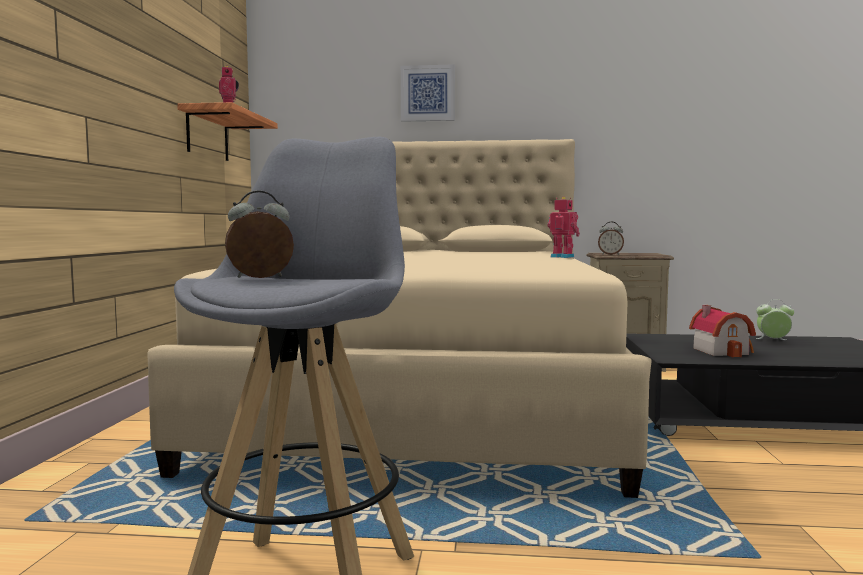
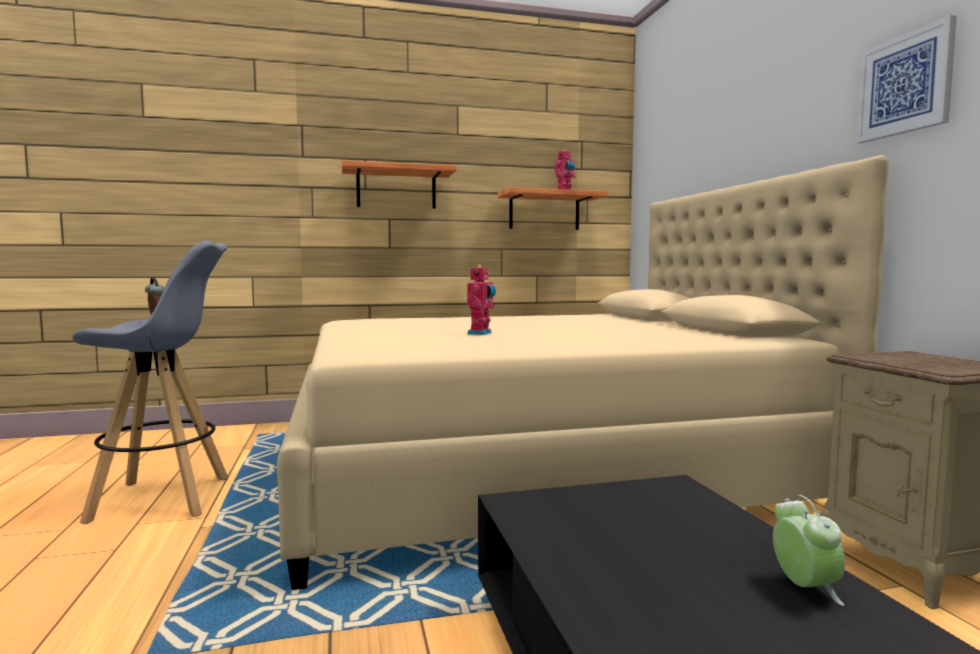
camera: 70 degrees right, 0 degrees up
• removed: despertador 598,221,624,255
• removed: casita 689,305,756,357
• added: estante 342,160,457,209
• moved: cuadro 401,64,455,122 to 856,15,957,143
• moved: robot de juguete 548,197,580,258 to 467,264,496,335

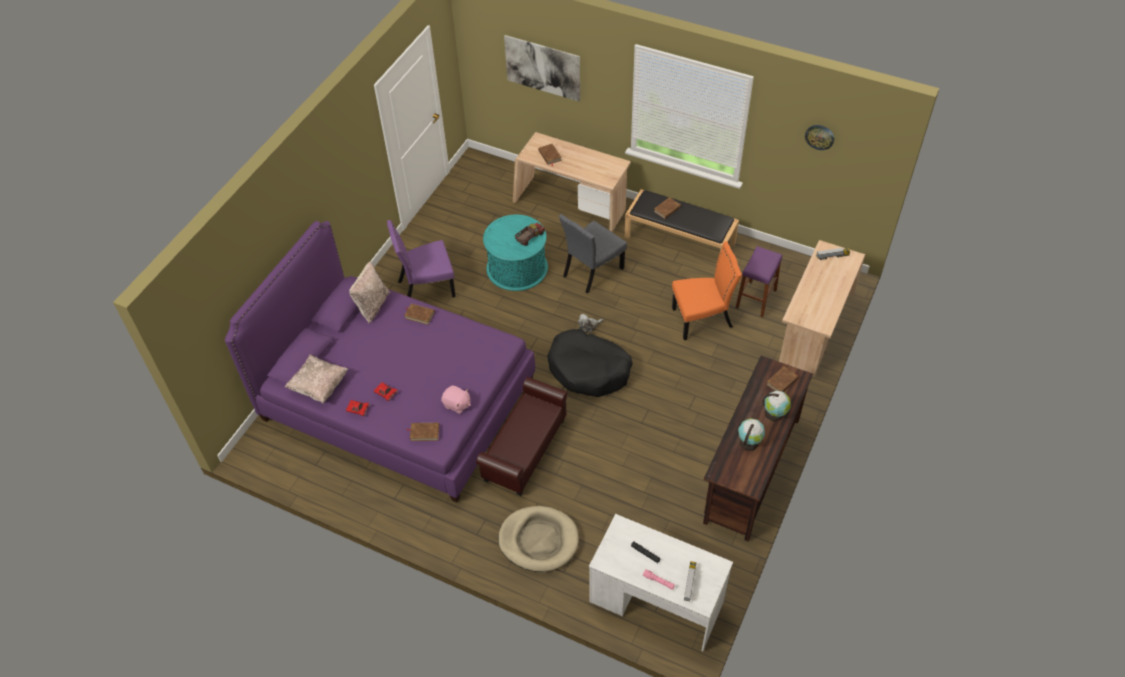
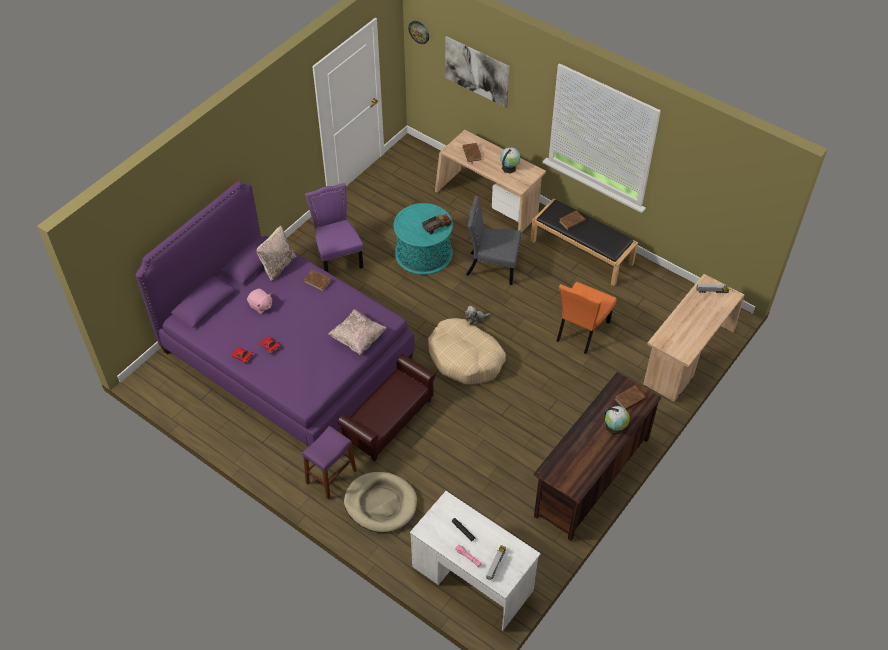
camera: 10 degrees right, 0 degrees up
• removed: libro (marrón) 407,423,439,441
• moved: cojín (beis) 285,354,348,404 to 328,309,387,355
• moved: peluche (rosa) 441,386,471,414 to 247,288,272,314
• moved: taburete (morado) 736,246,782,317 to 302,426,357,500
• moved: globo terráqueo 738,418,765,451 to 500,147,521,174
• moved: reloj de pared 805,125,834,150 to 408,21,429,44
• recoloured: cama para perro (negro) 547,329,633,397 to cama para perro (beis) 428,318,506,385
• turned: silla (morado) 387,220,456,297 = 305,183,364,273 75 degrees clockwise
• turned: silla (gris) 559,214,627,293 = 466,196,521,285 45 degrees clockwise
• turned: silla (naranja) 672,241,742,340 = 557,282,617,354 120 degrees clockwise

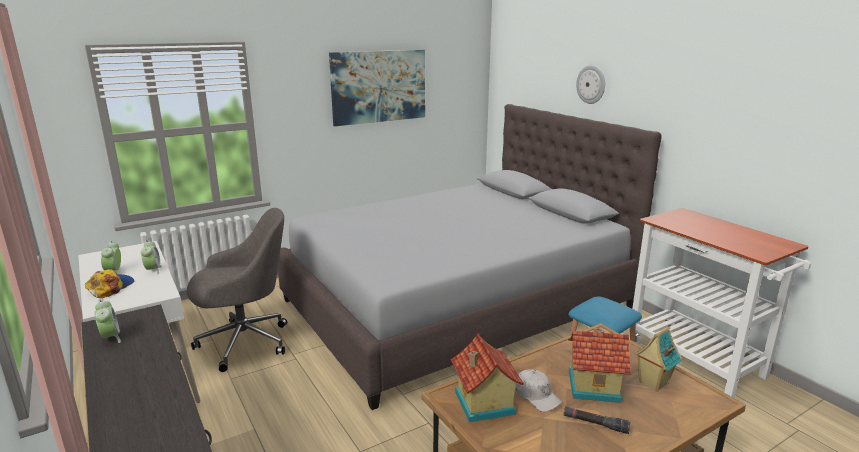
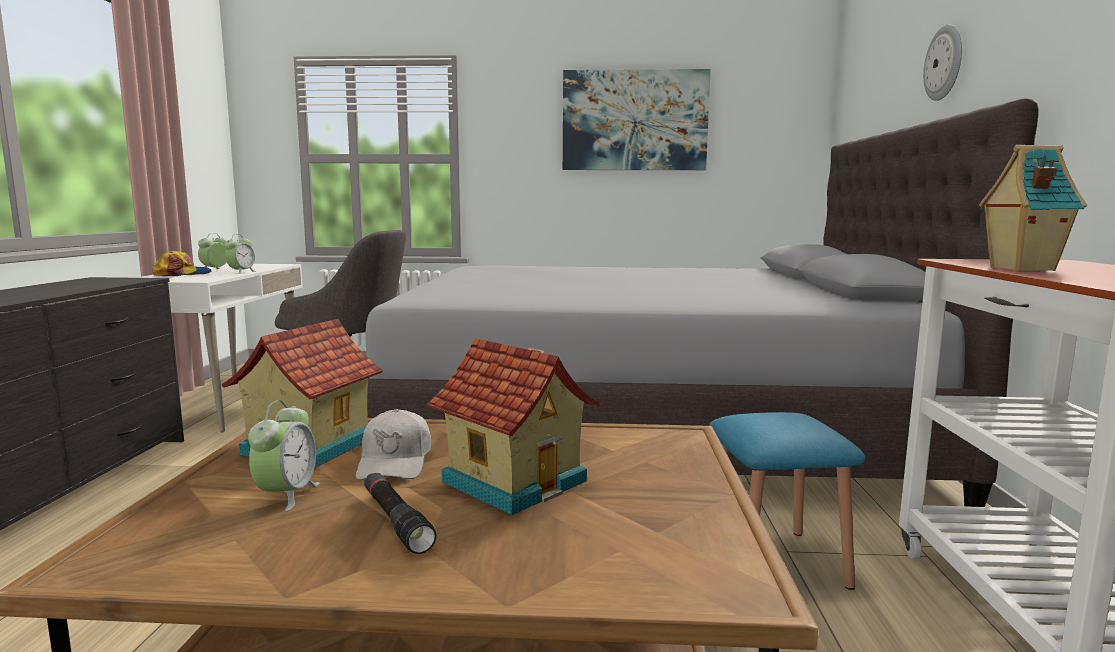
camera: 35 degrees right, 10 degrees down
• moved: despertador 94,300,121,343 to 248,400,320,511
• moved: casita 635,326,682,392 to 979,145,1087,271

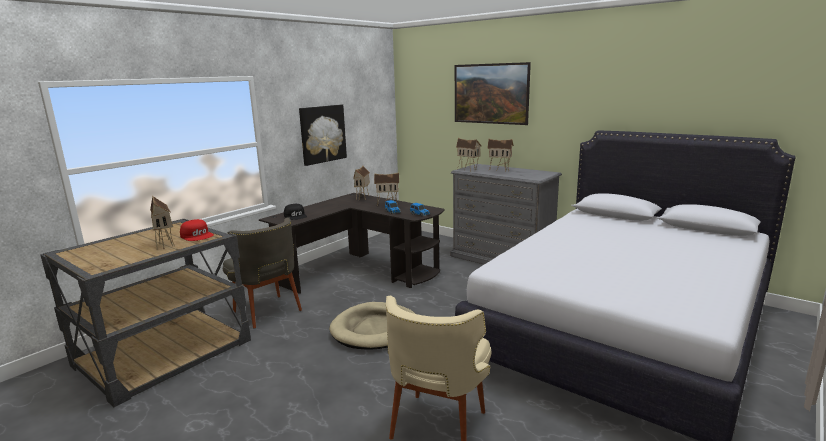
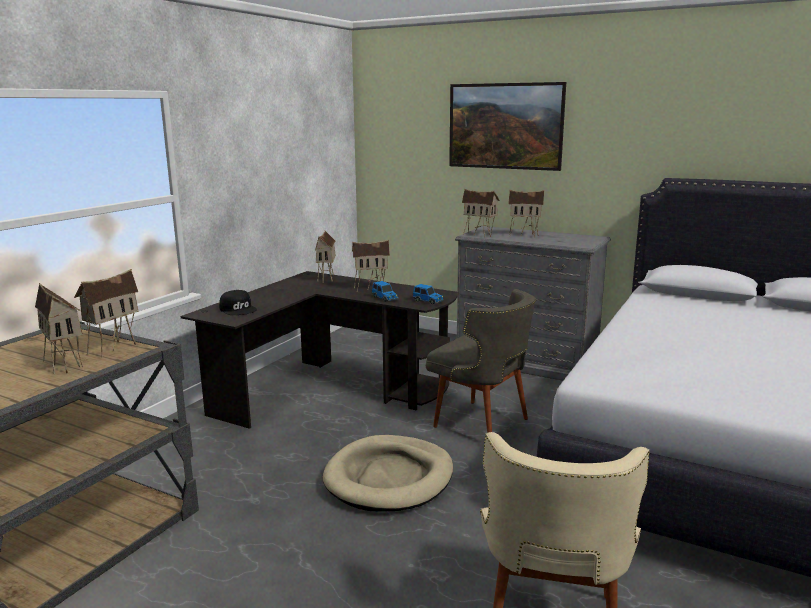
camera: 10 degrees left, 0 degrees up
• removed: cuadro 299,105,347,166
• moved: silla (gris) 223,217,302,329 to 426,289,536,433
• replaced: gorra (rojo) 180,219,214,241 to casita 74,269,139,358

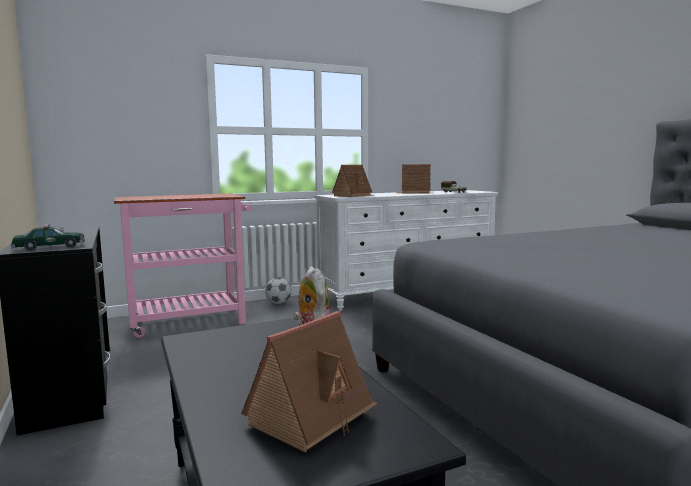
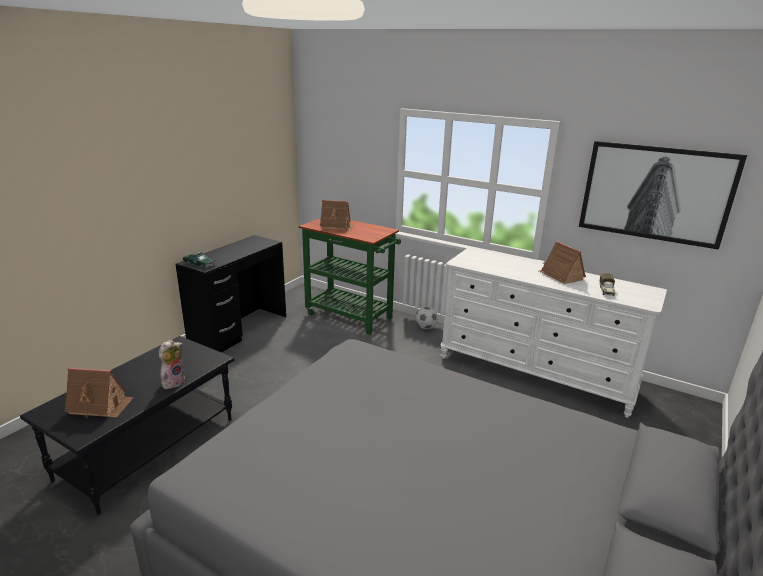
camera: 55 degrees right, 15 degrees up
• added: cuadro 579,141,747,250
• moved: casita 332,165,373,197 to 320,200,355,231
• recoloured: carrito (rosa) 114,194,252,338 to carrito (verde) 299,218,401,335

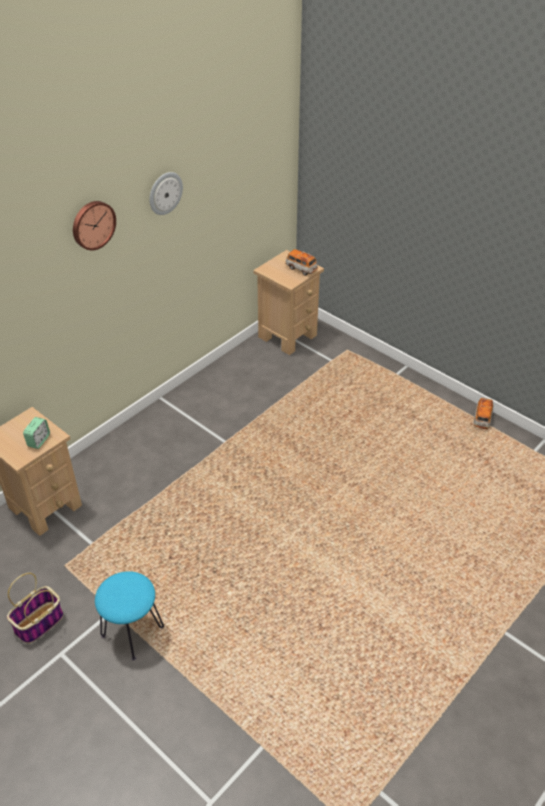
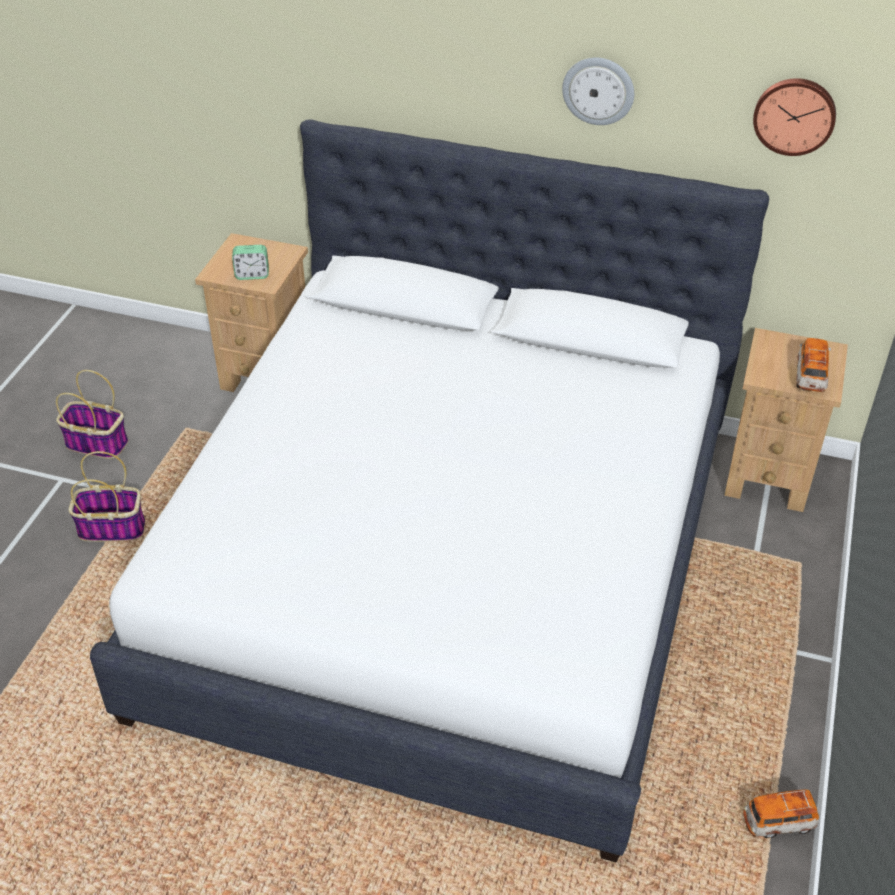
camera: 65 degrees right, 0 degrees up
• added: cama (blanco) 90,119,769,862
• moved: reloj de pared 73,201,116,250 to 753,78,836,156
• replaced: taburete (turquesa) 95,571,164,661 to cesta 68,451,145,542

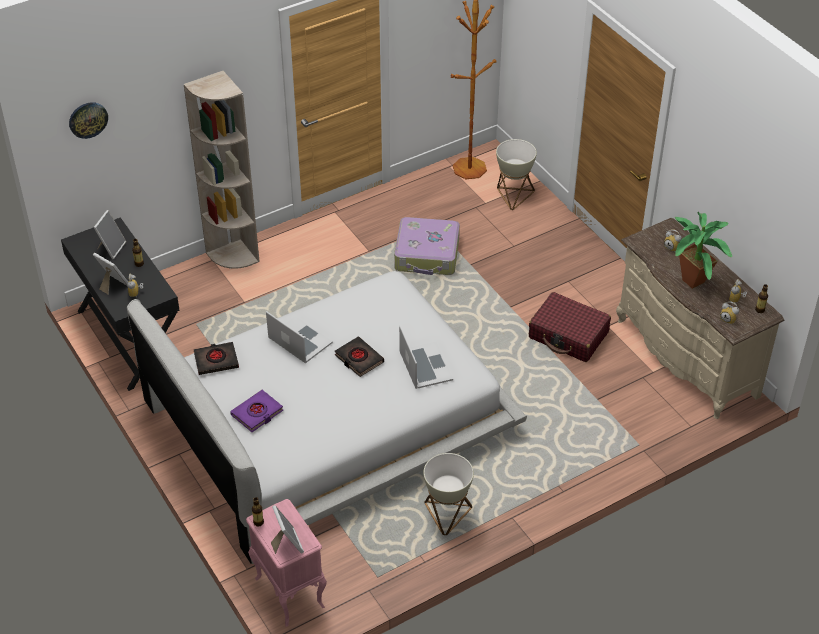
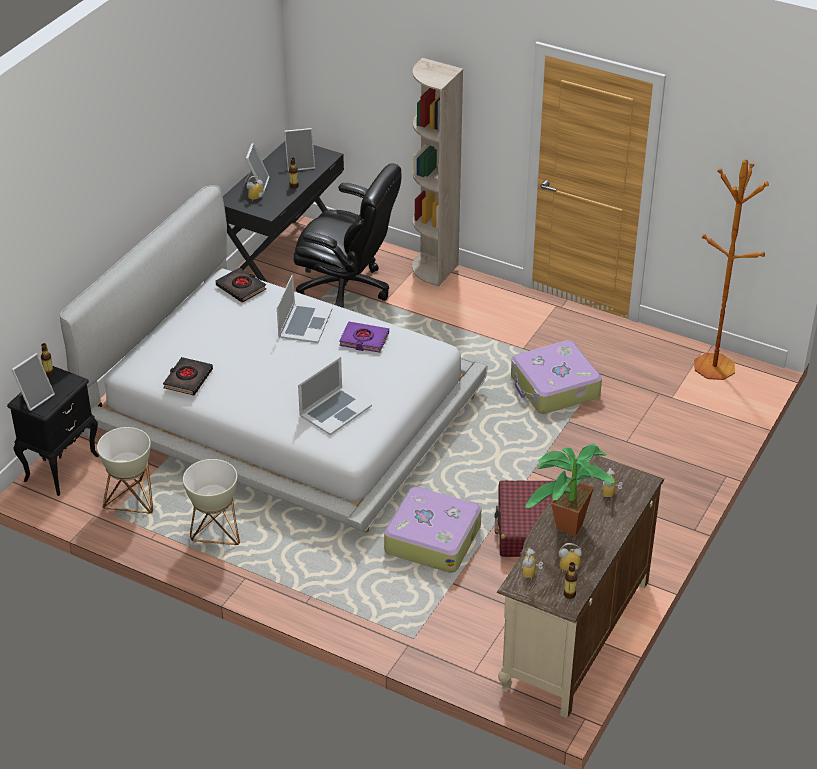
camera: 60 degrees right, 5 degrees down
• removed: reloj de pared 69,102,108,139
• added: silla de oficina (negro) 293,163,401,308
• added: maleta 384,486,481,573
• moved: libro (morado) 230,390,283,432 to 339,322,389,353
• moved: libro (negro) 335,336,384,377 to 163,357,213,395
• moved: maceta 496,139,537,210 to 97,427,153,514
• recoloured: mesita de noche (rosa) 246,499,327,627 to mesita de noche (negro) 7,366,99,496

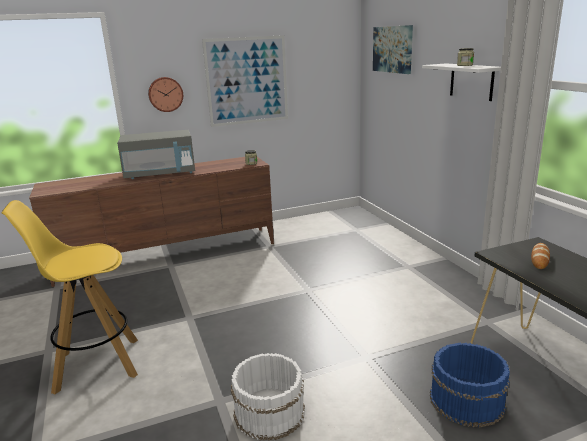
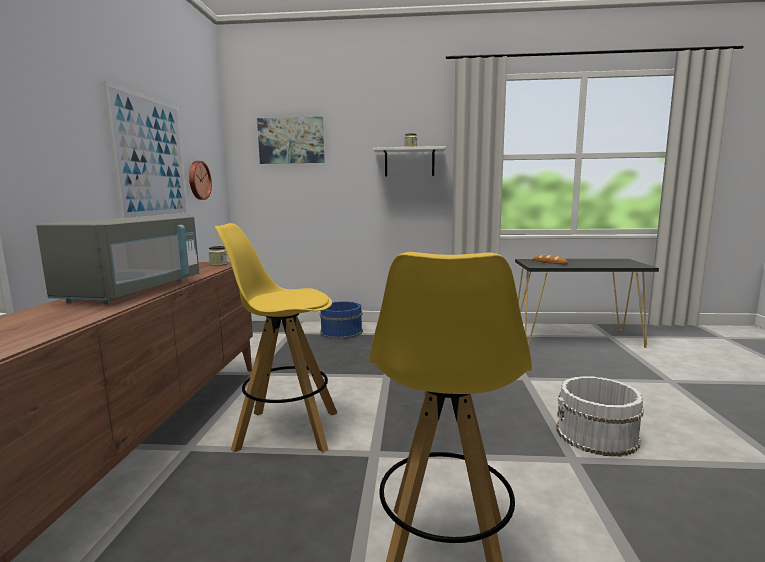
camera: 65 degrees left, 10 degrees down
• added: taburete (amarillo) 214,223,337,453
• moved: reloj de pared 148,77,183,112 to 189,161,212,200
• moved: cubo (azul) 430,343,510,428 to 320,301,363,339

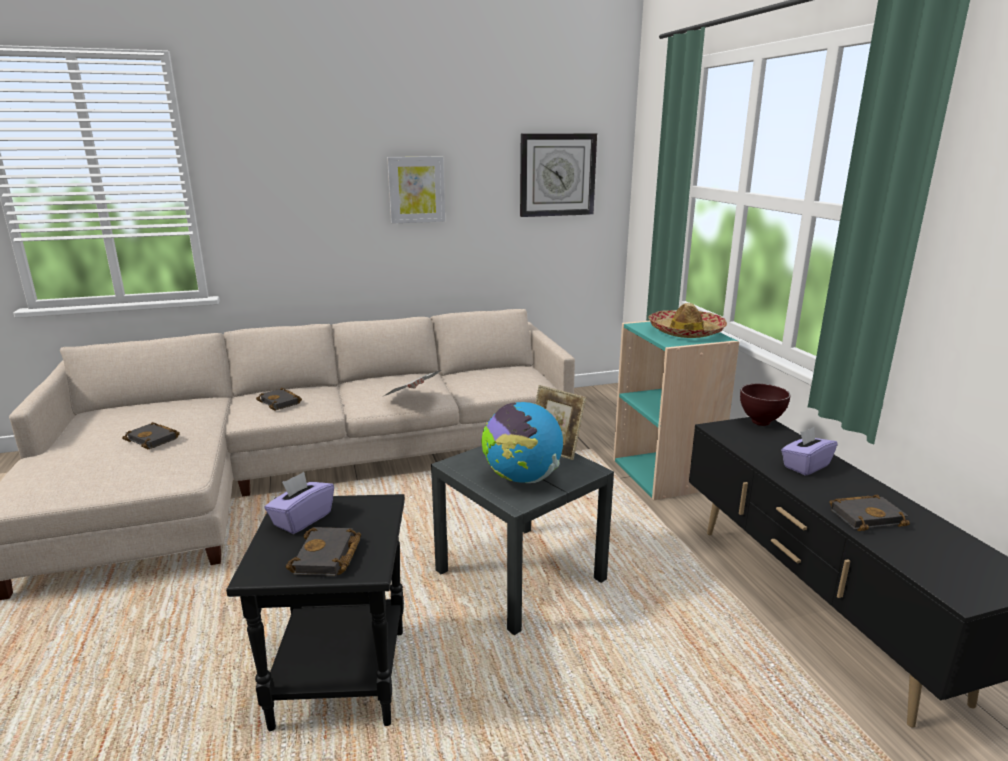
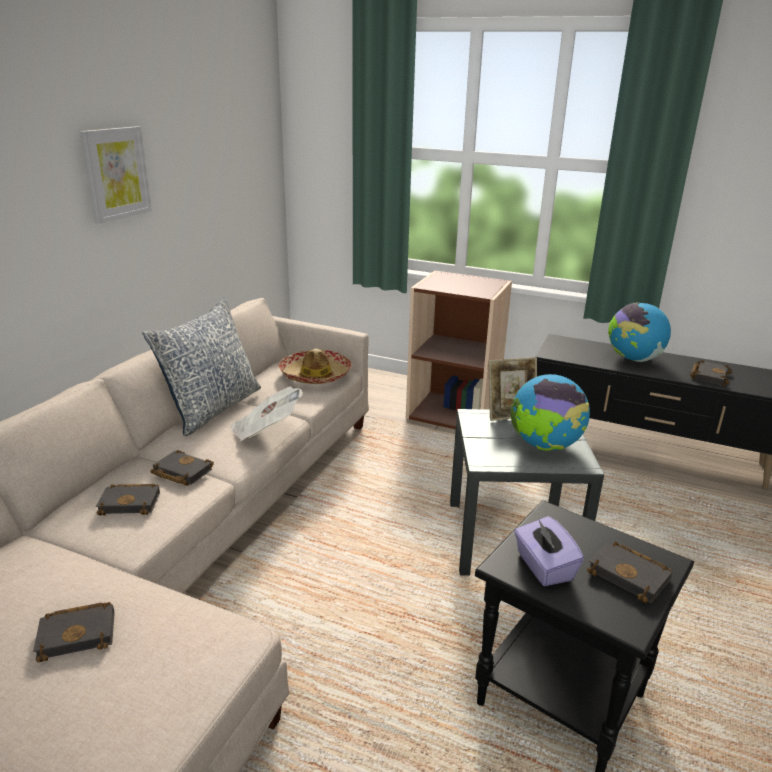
camera: 50 degrees left, 5 degrees up
• removed: reloj de pared 520,133,597,217
• removed: cuenco (marrón) 740,384,791,426
• added: cojín 142,297,261,436
• added: libro (negro) 150,450,214,486
• moved: sombrero 649,303,727,338 to 279,349,352,384
• replaced: caja de pañuelos (morado) 781,427,838,476 to globo terráqueo 608,302,671,362
• recoloured: estantería (turquesa) 613,321,739,500 to estantería (marrón) 406,271,512,429

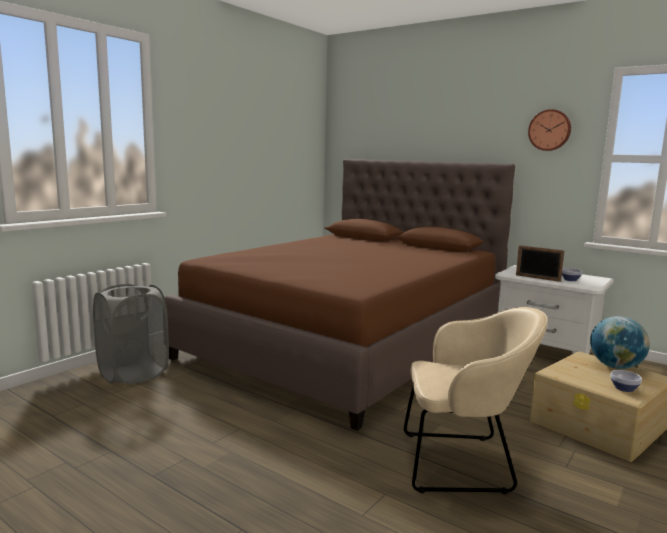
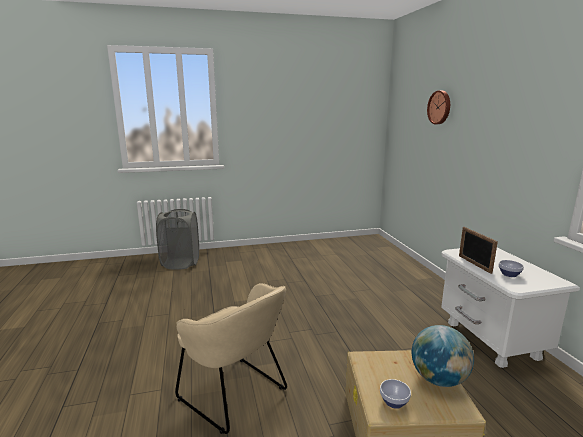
camera: 40 degrees right, 5 degrees up
• removed: cama (marrón) 164,159,515,431
• moved: reloj de pared 528,109,571,151 to 427,91,450,124

